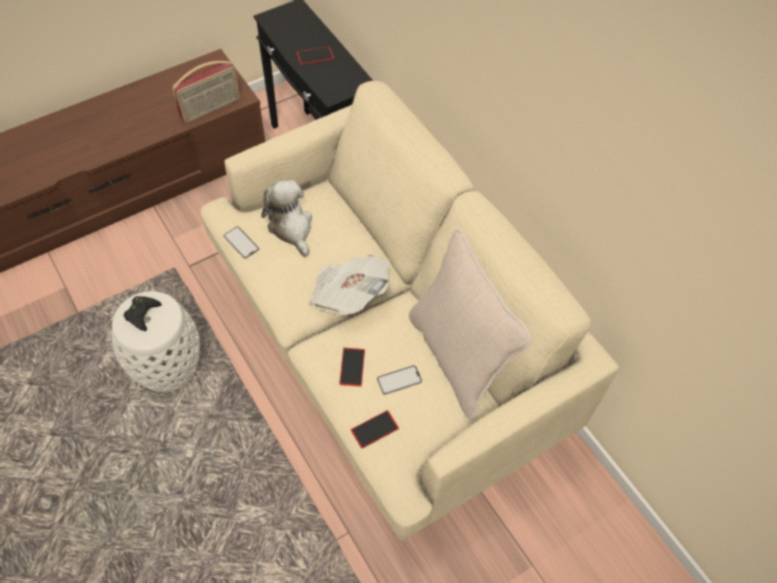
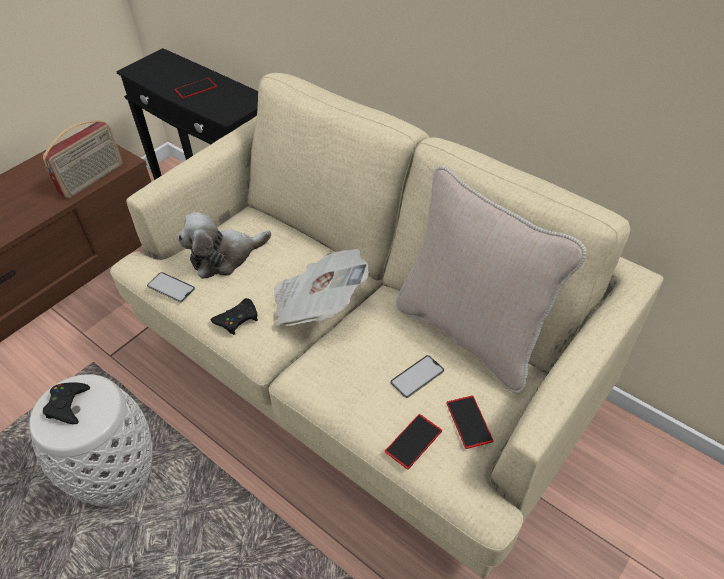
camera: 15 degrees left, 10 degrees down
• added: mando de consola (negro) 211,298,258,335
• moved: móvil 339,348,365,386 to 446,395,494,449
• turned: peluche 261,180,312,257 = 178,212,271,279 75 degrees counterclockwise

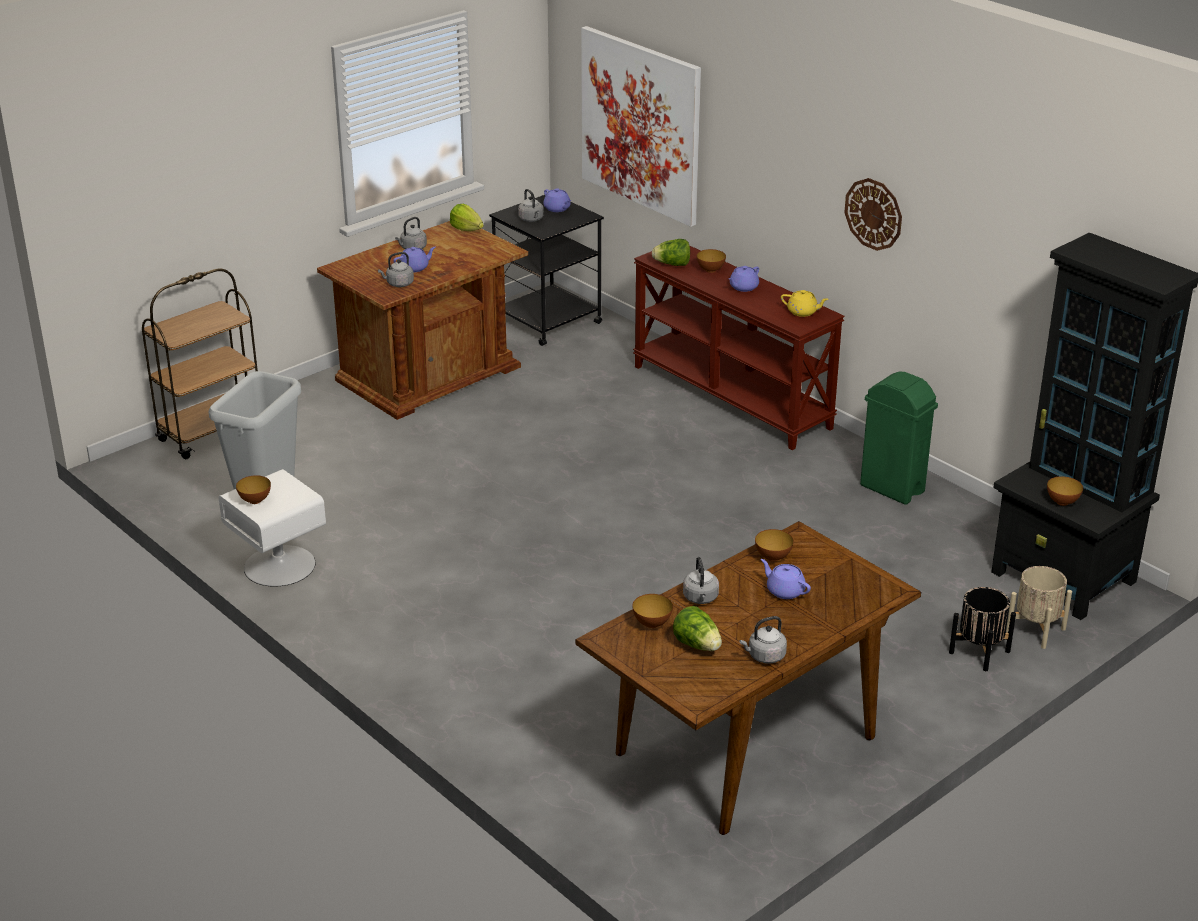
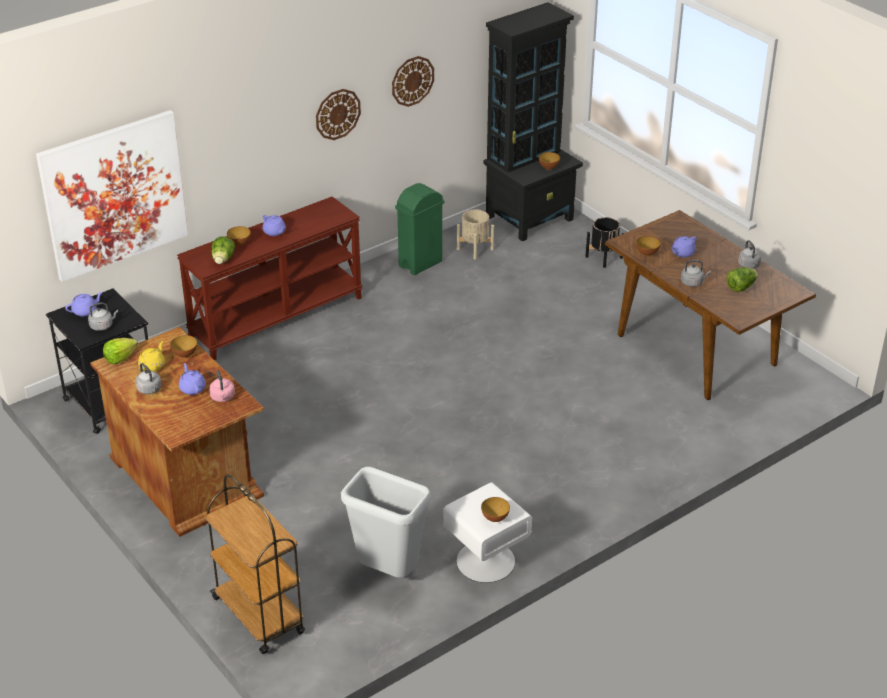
camera: 85 degrees left, 5 degrees up
• added: reloj de pared 392,56,434,107
• moved: cuenco 632,594,673,628 to 170,335,197,358
• moved: tetera (amarillo) 781,290,829,317 to 138,341,165,372
• moved: maceta (beis) 1006,566,1072,649 to 457,209,494,260
• recoloured: hervidor (gris) 378,252,414,287 to hervidor (rosa) 209,370,235,402

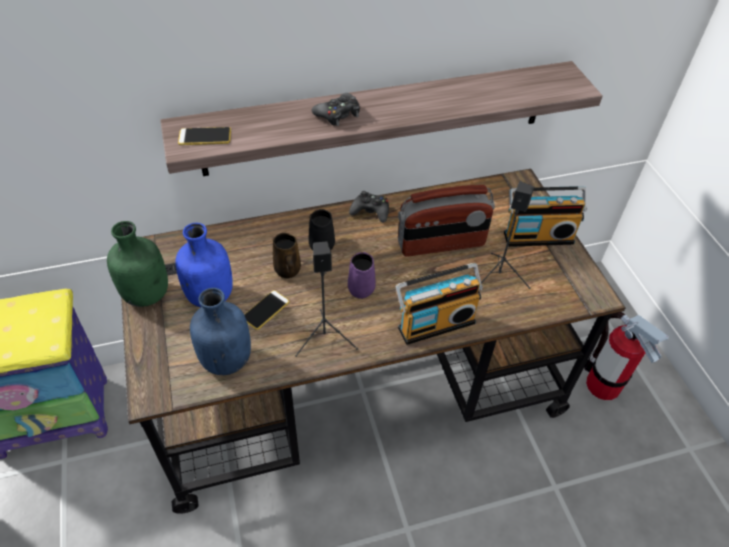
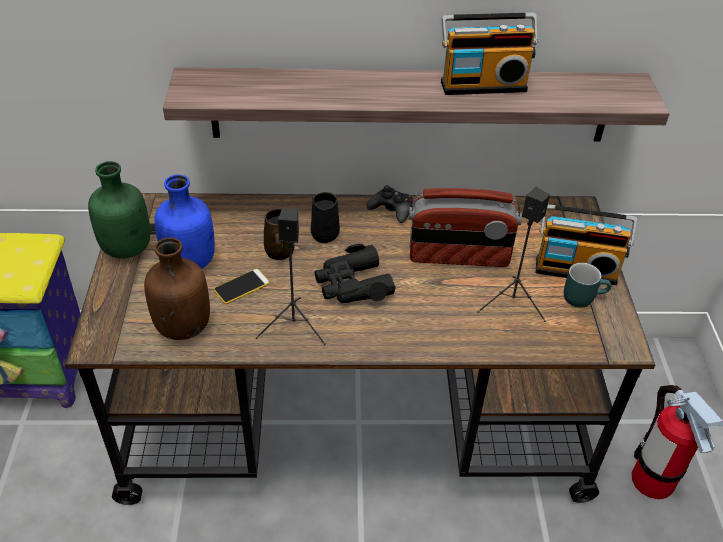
camera: 15 degrees right, 5 degrees down
• removed: móvil 178,127,231,145
• removed: mando de consola (negro) 312,93,360,126
• added: taza grande (turquesa) 564,263,611,308
• moved: radio 396,263,483,345 to 441,12,539,95
• replaced: taza grande (morado) 348,252,376,299 to prismáticos (negro) 314,244,396,303
• recoloured: botella (azul) 190,288,251,375 to botella (marrón) 144,238,210,340

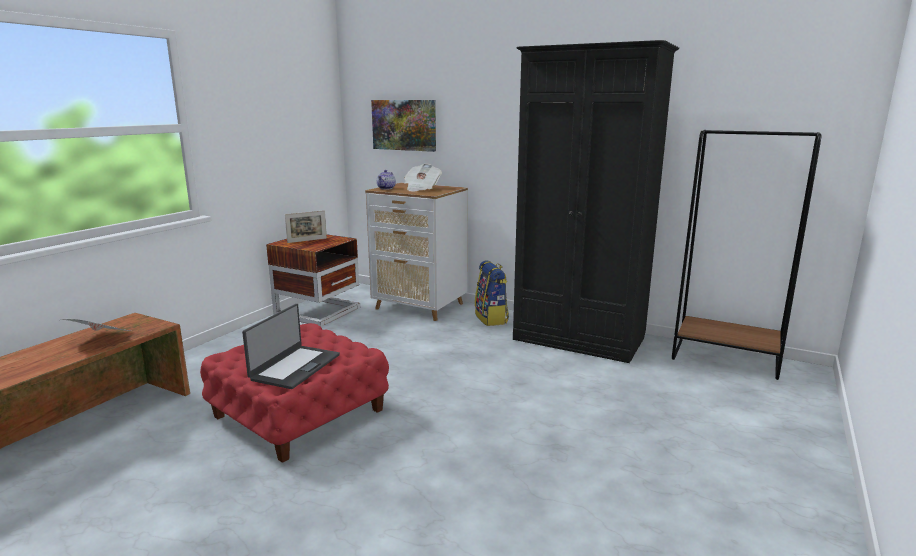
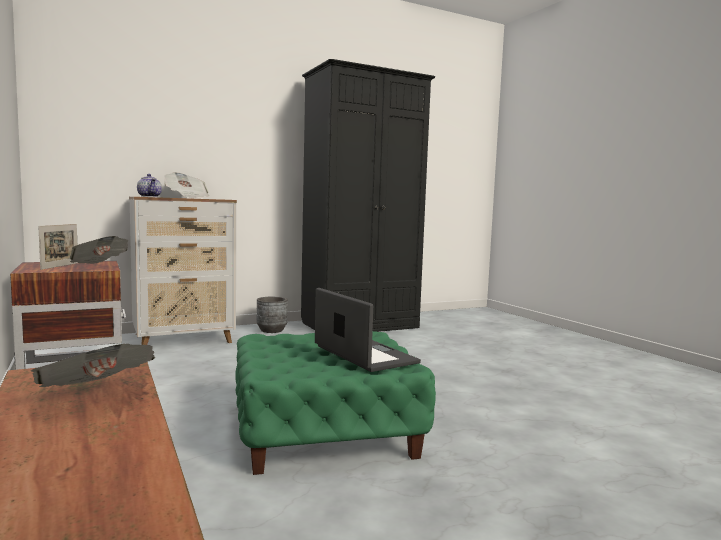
camera: 55 degrees left, 10 degrees down
• removed: cuadro 371,100,436,152
• removed: perchero 672,130,822,380
• added: periódico 70,236,128,264
• replaced: mochila 475,260,509,326 to maceta (gris) 256,297,288,333
• recoloured: puf (rojo) 200,323,389,463 to puf (verde) 235,331,436,475

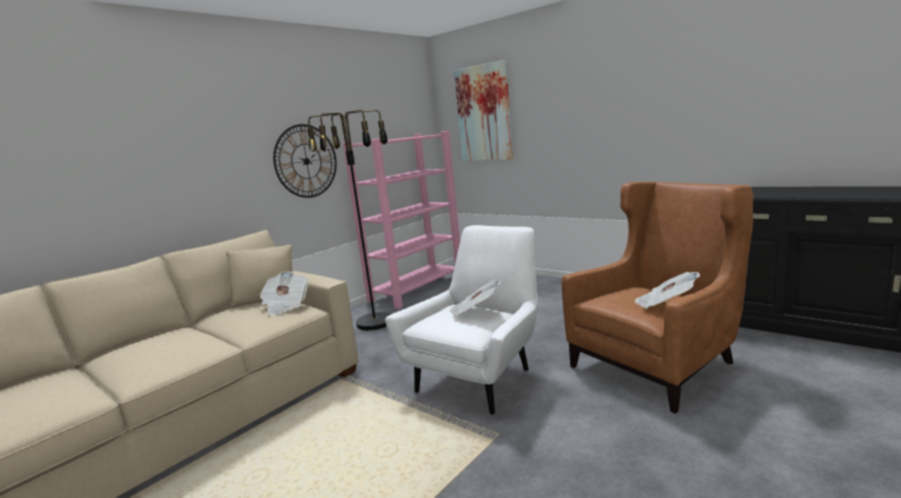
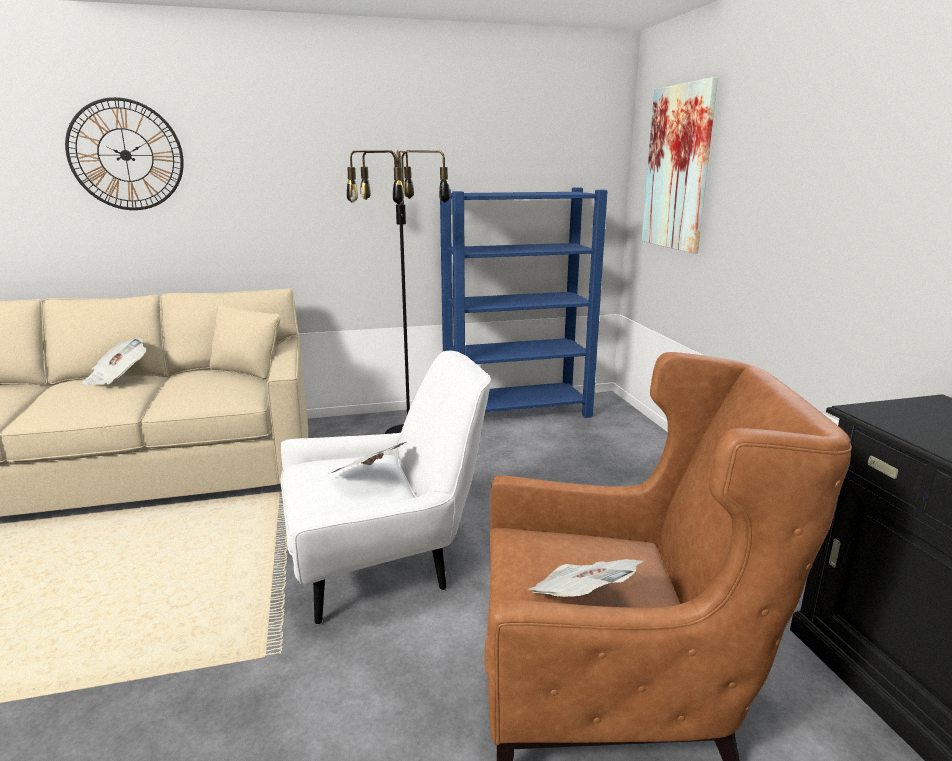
camera: 35 degrees right, 5 degrees up
• moved: periódico 260,271,309,316 to 82,338,146,385
• moved: reloj de pared 273,124,337,198 to 65,97,184,210
• recoloured: estantería (rosa) 343,131,460,309 to estantería (azul) 440,187,608,418

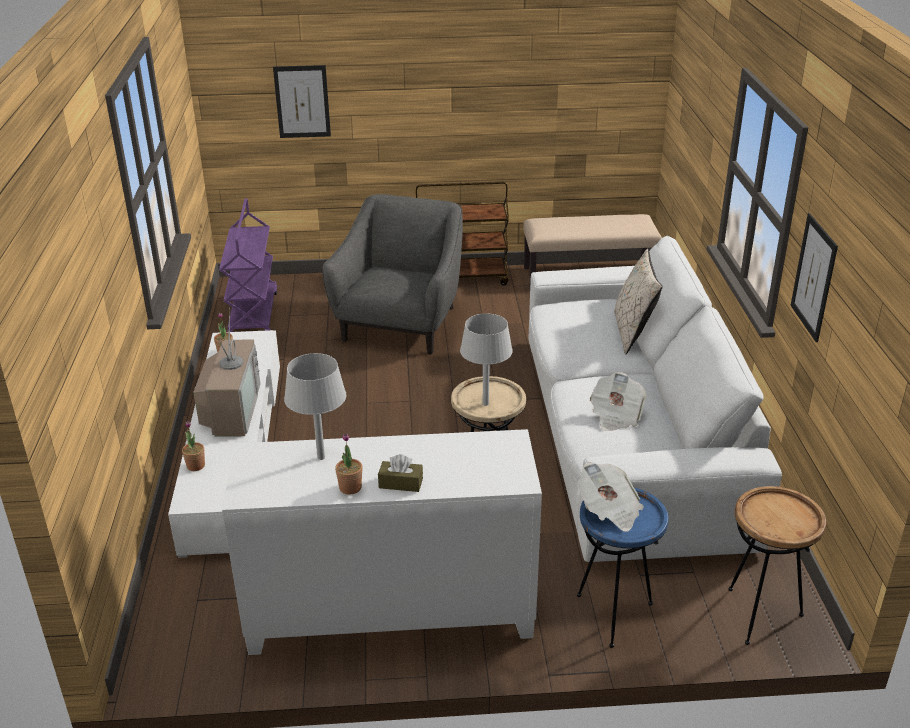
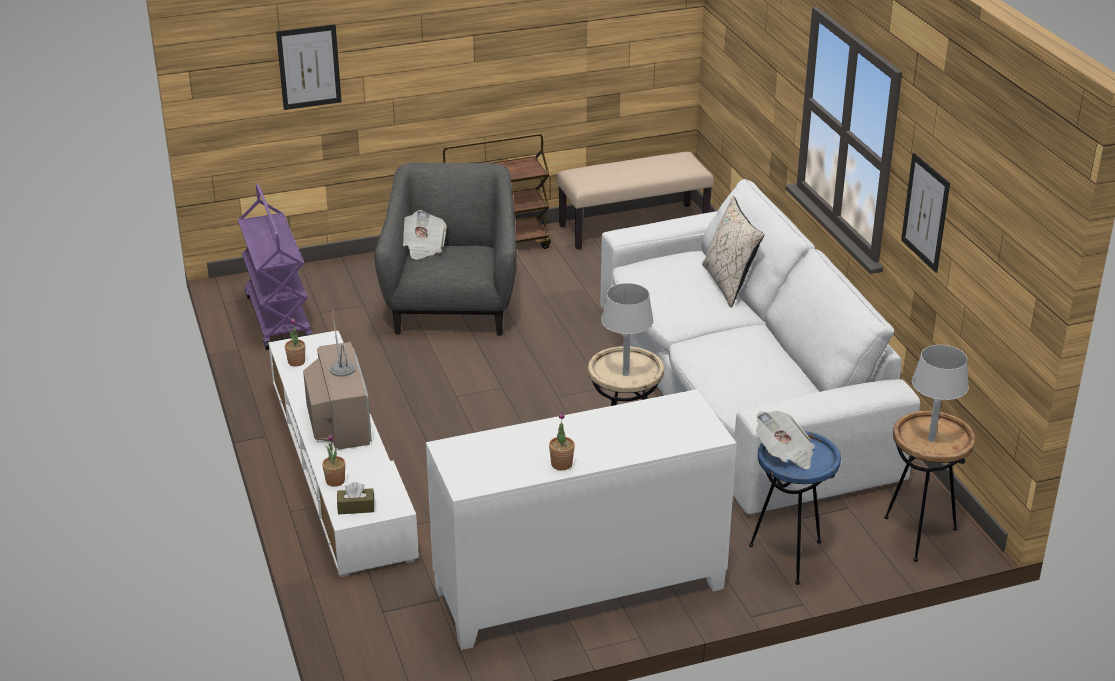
camera: 15 degrees left, 0 degrees up
• moved: lámpara de mesa (gris) 284,353,346,460 to 912,345,969,442
• moved: caja de pañuelos (marrón) 378,454,423,492 to 337,482,374,514
• moved: periódico 590,372,647,431 to 403,210,447,260

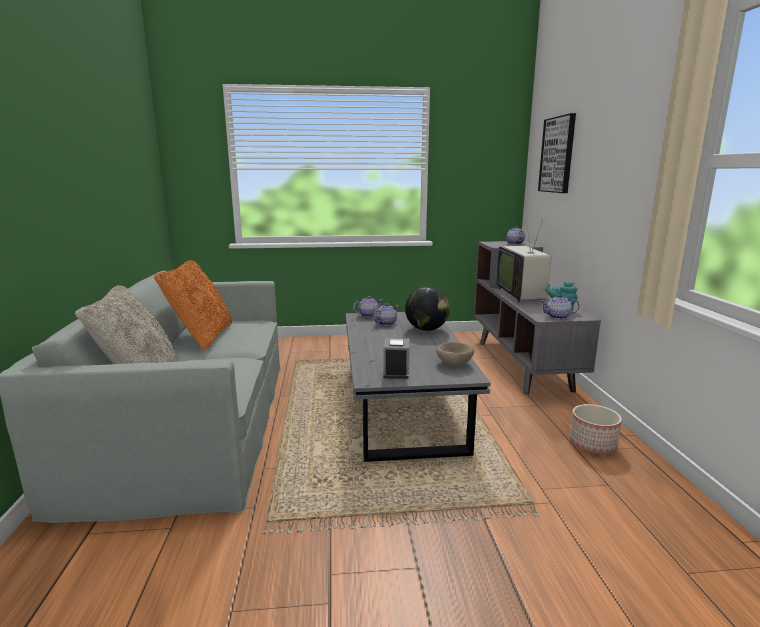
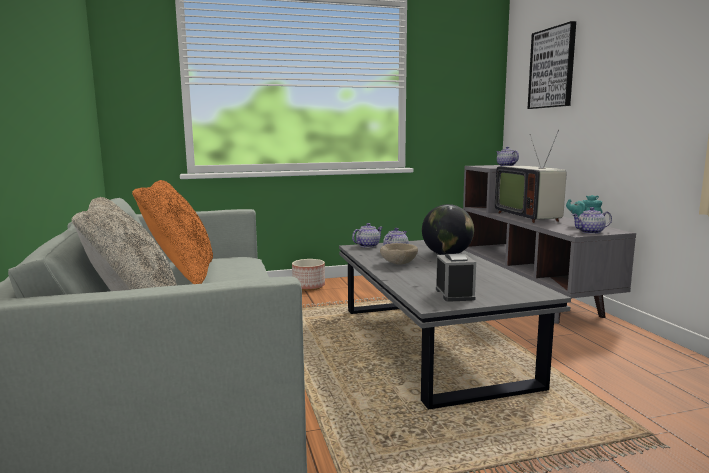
camera: 10 degrees left, 5 degrees down
• moved: cuenco (beis) 436,342,474,365 to 380,243,418,265
• moved: maceta 570,404,622,455 to 292,259,325,291

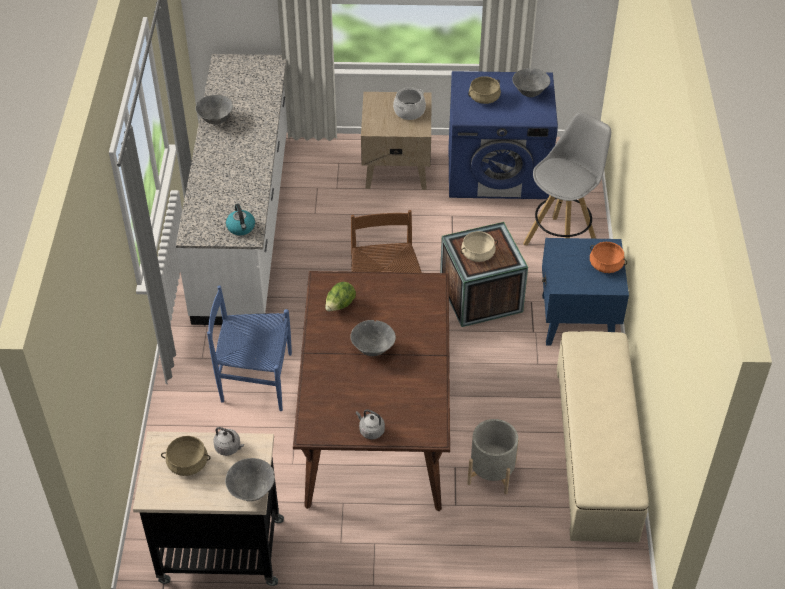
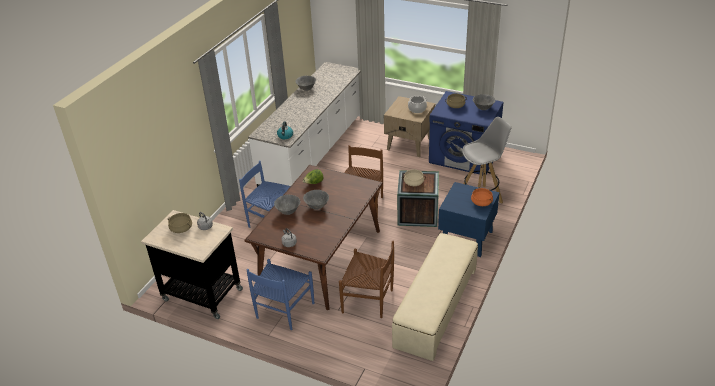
camera: 25 degrees right, 10 degrees down
• added: silla (azul) 246,259,314,330
• moved: cuenco (gris) 225,458,275,501 to 274,195,301,215
• replaced: maceta (gris) 467,419,519,494 to silla (marrón) 339,240,394,318

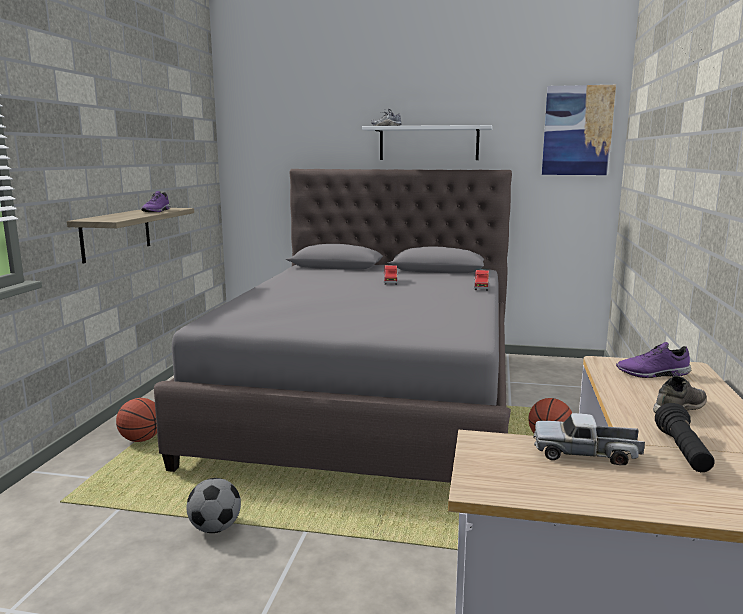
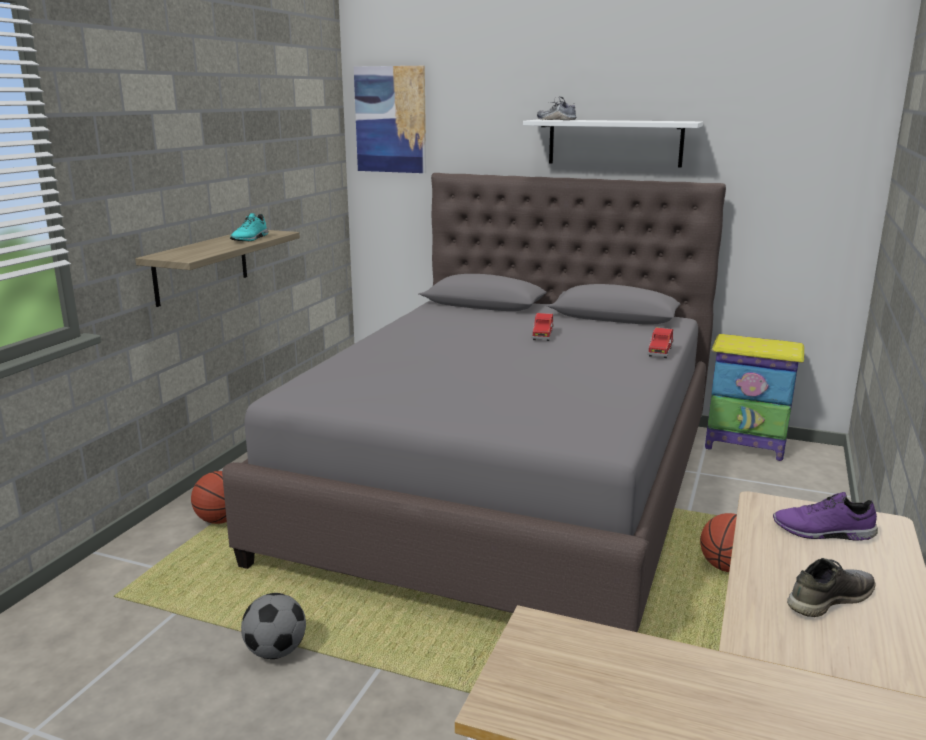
camera: 10 degrees right, 5 degrees up
• removed: camión de juguete 533,413,645,465
• removed: linterna (negro) 655,403,715,472
• added: mesita de noche 705,334,804,461
• moved: cuadro 542,85,616,175 to 354,66,426,173
• recoloured: zapato (morado) 141,191,170,212 to zapato (turquesa) 230,213,268,241

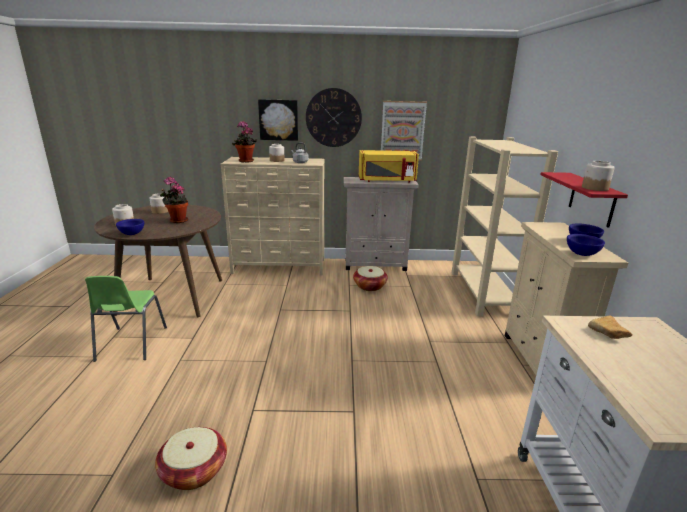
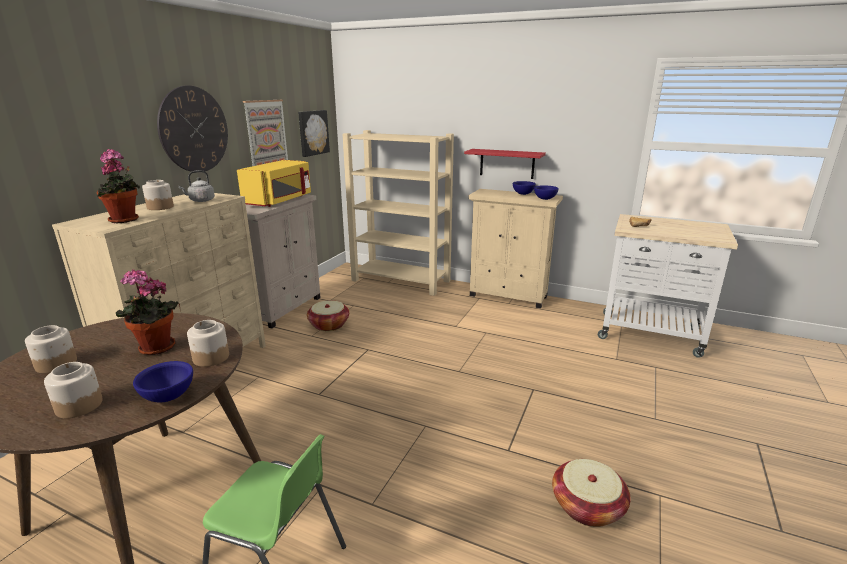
camera: 65 degrees left, 0 degrees up
• moved: cuadro 258,99,298,141 to 298,110,330,157
• moved: tarro 582,161,615,191 to 187,320,229,367

